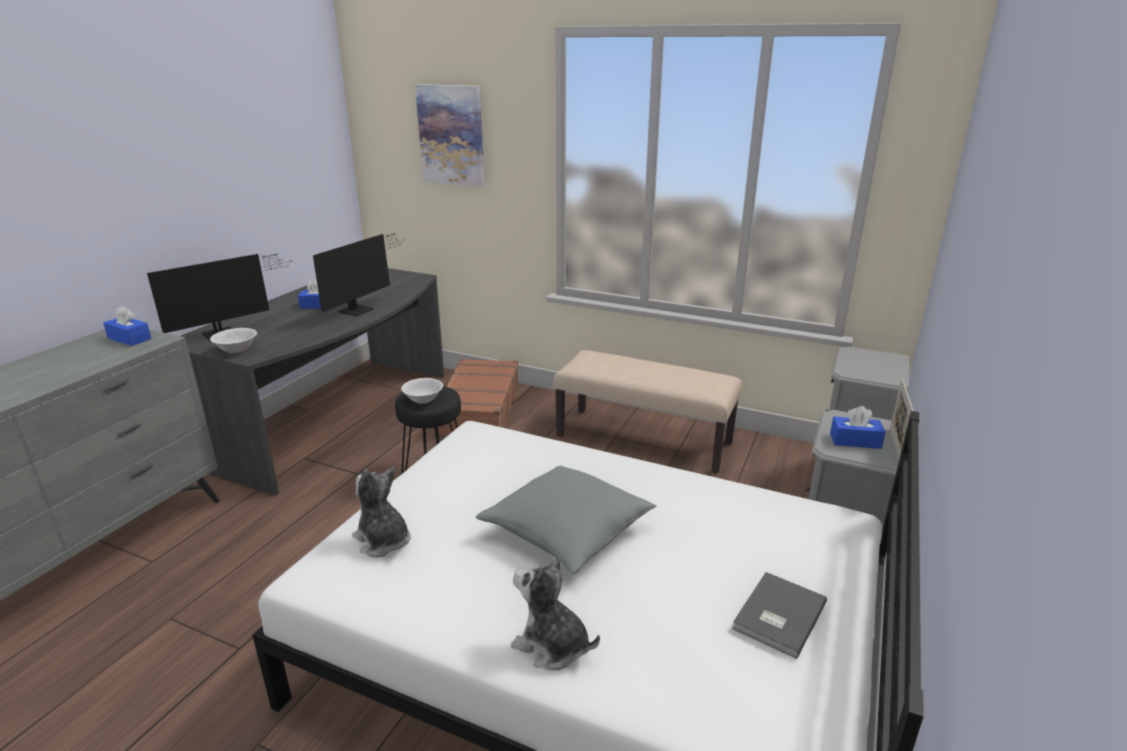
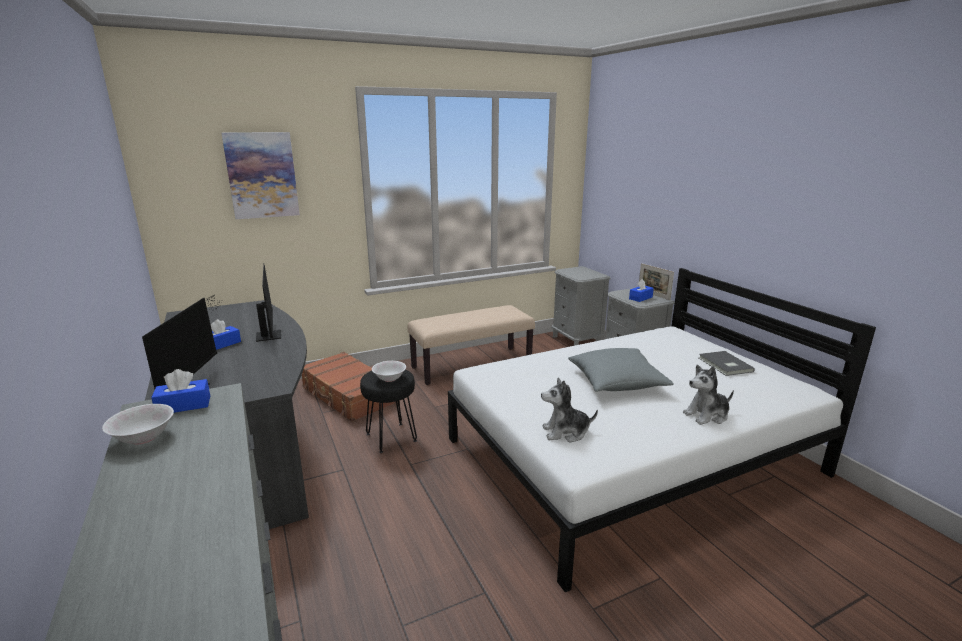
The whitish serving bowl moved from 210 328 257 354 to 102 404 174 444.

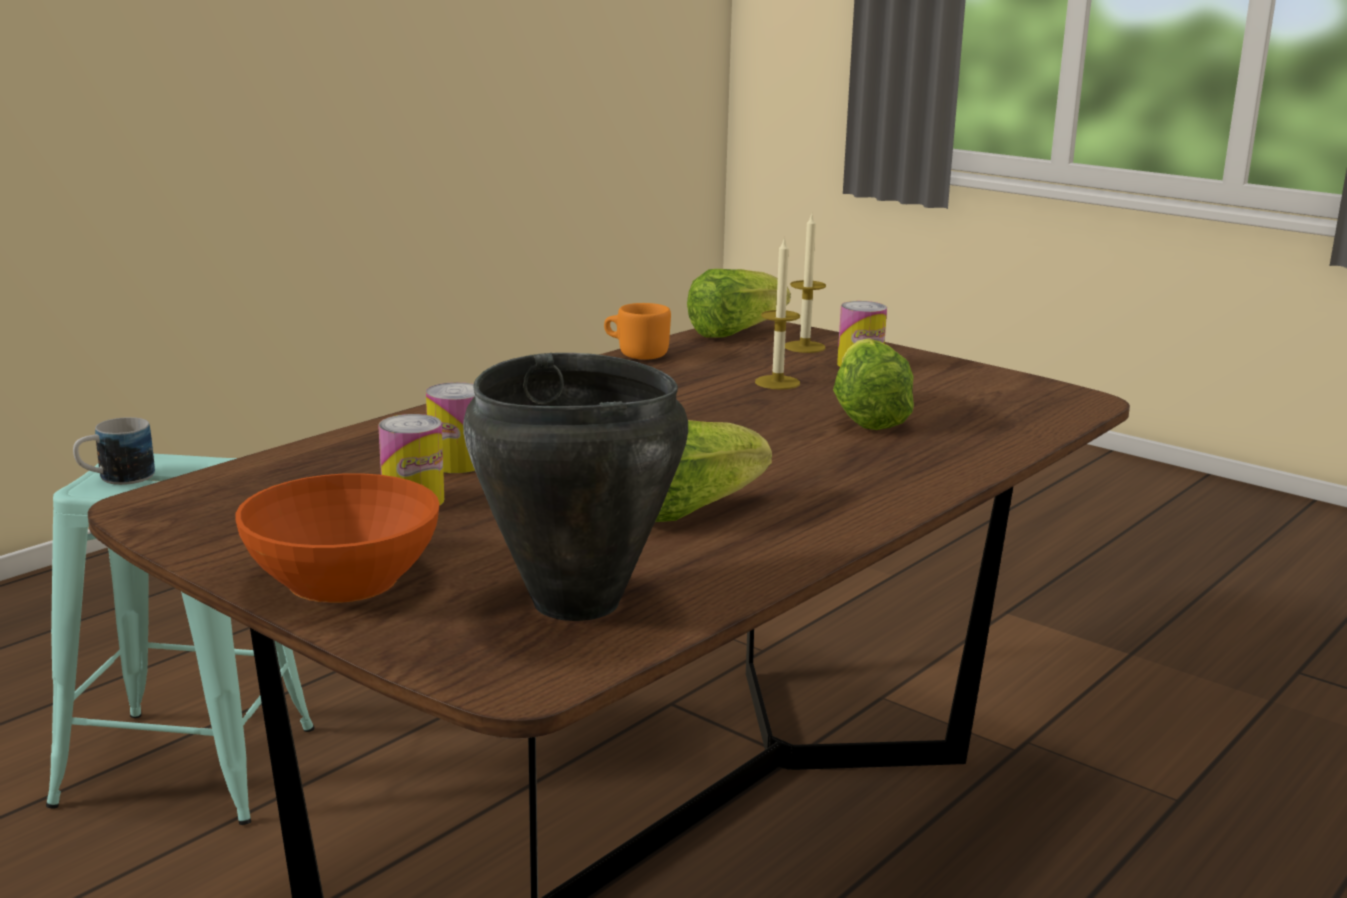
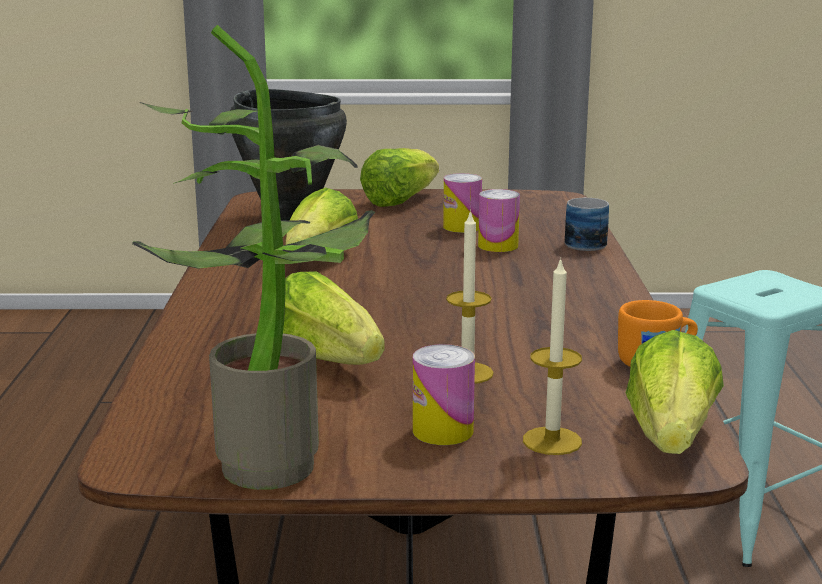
The mug moved from 73 417 155 485 to 565 197 609 251.
The orange serving bowl at 235 473 440 603 was replaced by the lettuce head at 360 148 439 207.
The potted plant at 132 25 375 490 appeared.

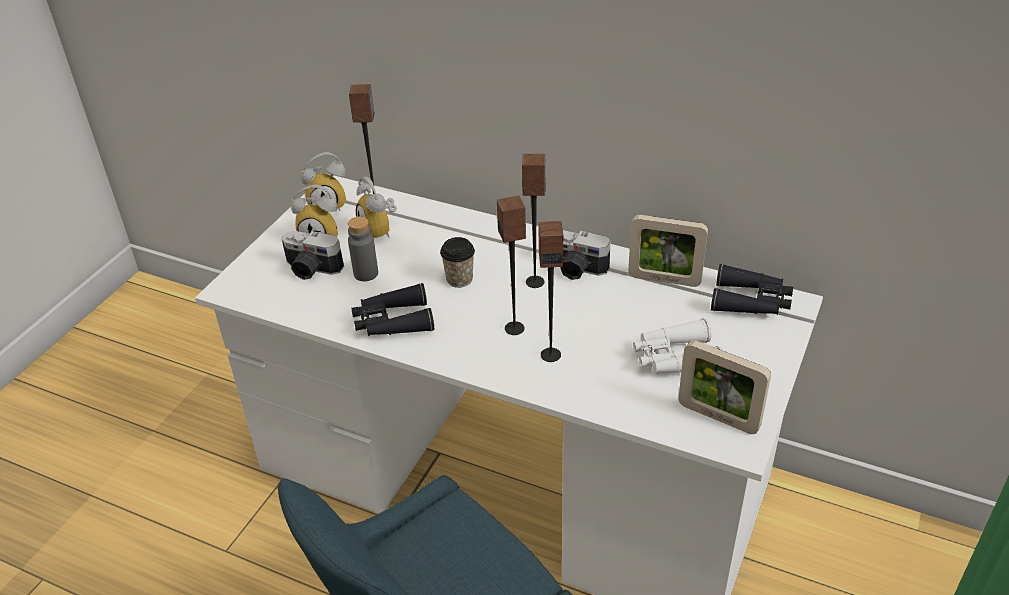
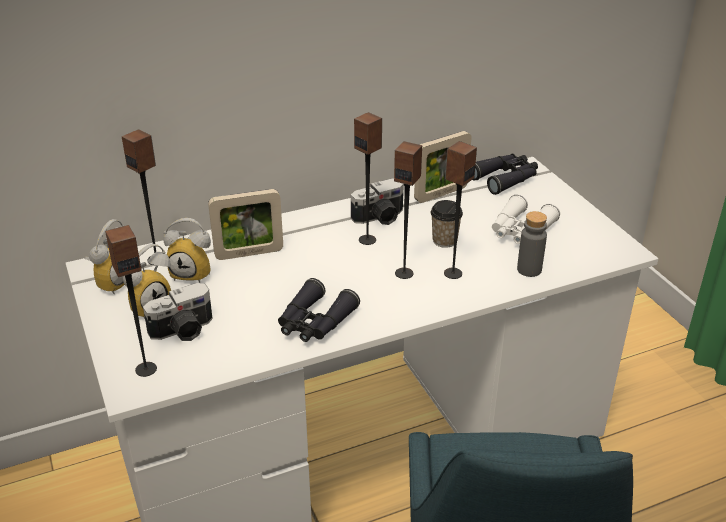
The grey beverage bottle moved from 348 216 378 281 to 517 211 547 277.
The cup moved from 440 237 475 288 to 431 200 463 248.
The standing frame moved from 678 340 771 434 to 208 189 283 260.
The speaker at 105 225 157 377 appeared.

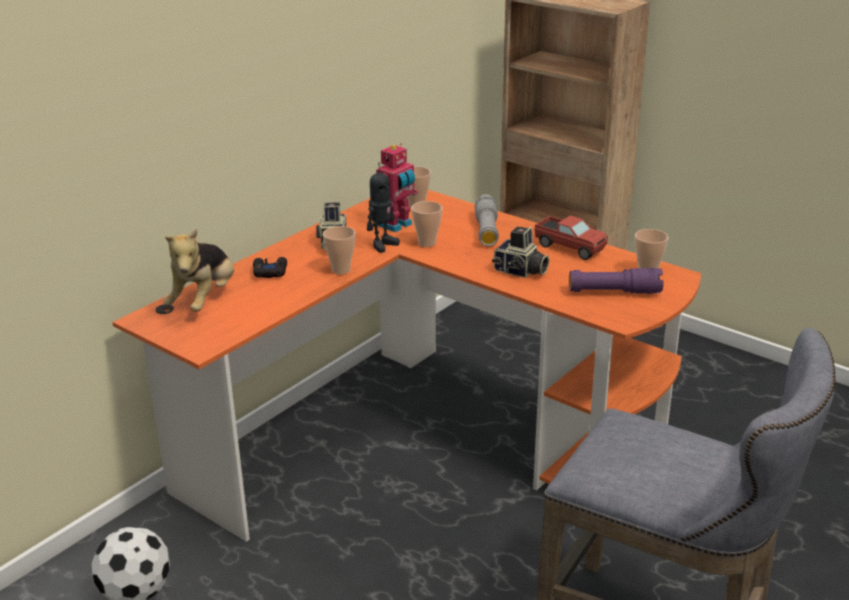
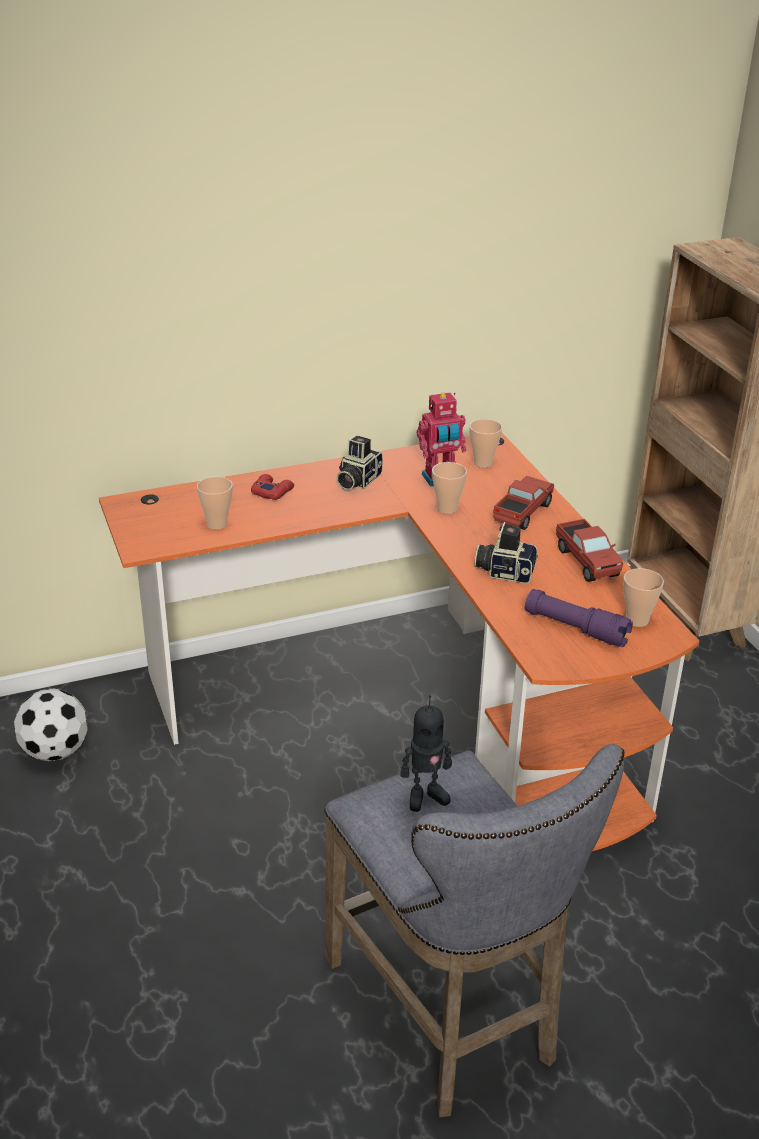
The toy robot moved from 367 162 400 253 to 400 695 452 812.
The grey hand torch at 475 194 499 246 was replaced by the toy lorry at 493 476 554 530.
The cup moved from 323 226 356 275 to 197 476 233 529.
The photo camera at 492 227 549 278 turned 135 degrees clockwise.
The cuddly toy at 164 228 234 312 disappeared.
The blackish joypad at 253 257 287 278 became the red joypad at 251 474 294 500.

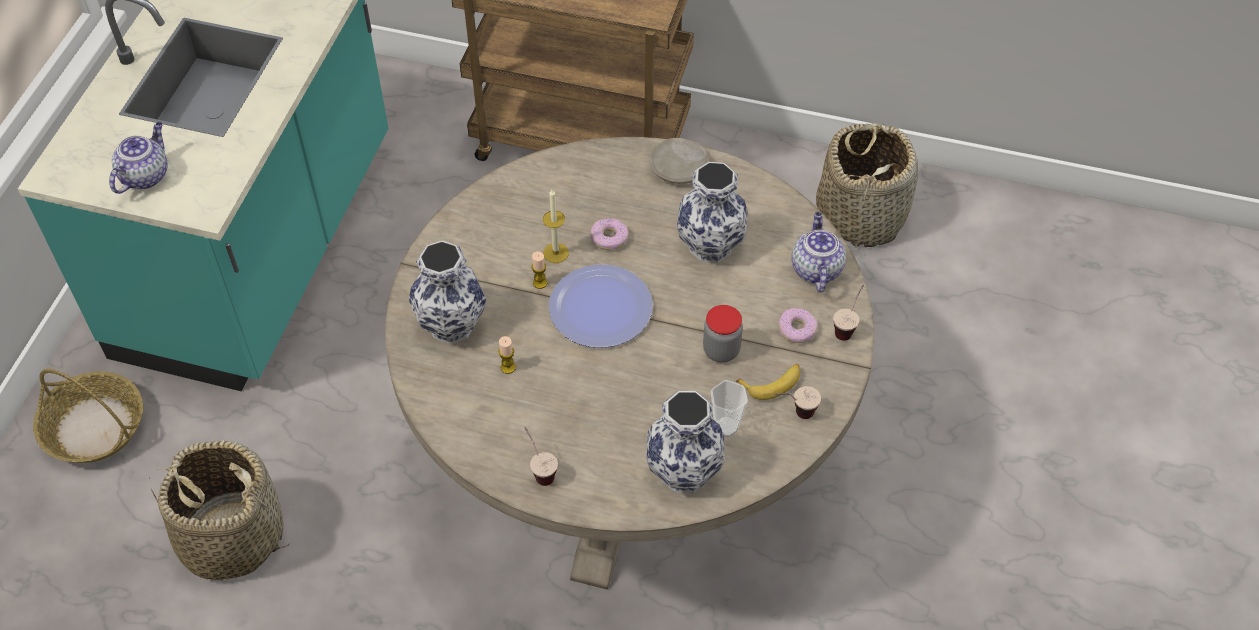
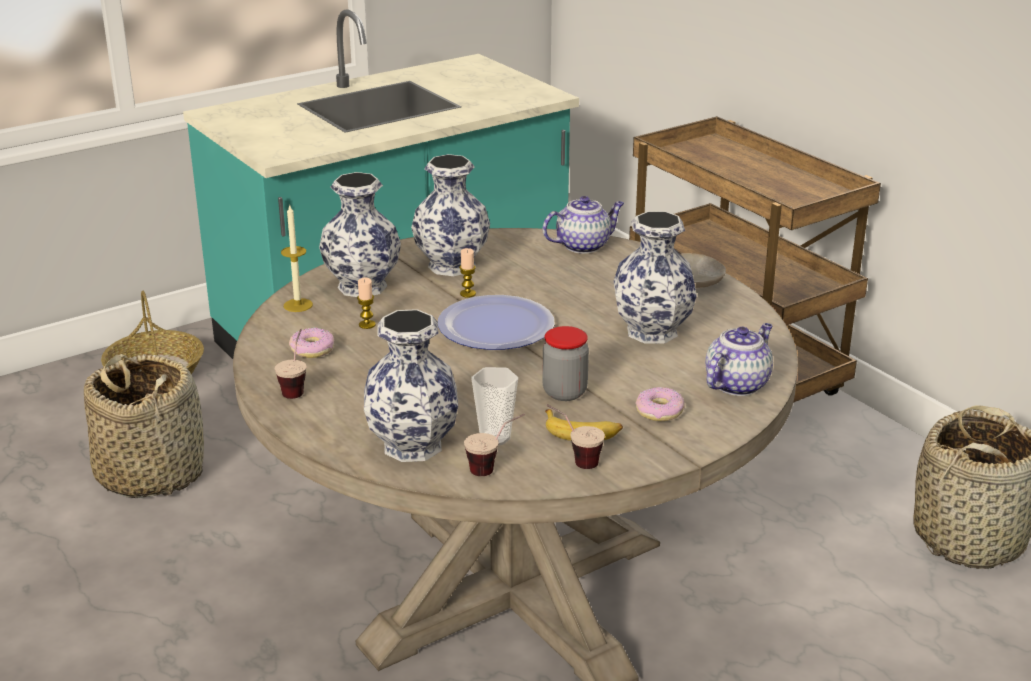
The teapot moved from 109 122 167 194 to 542 196 624 254.
The wax light moved from 543 189 569 263 to 281 204 313 312.
The donut moved from 590 218 629 250 to 289 328 334 358.
The cup moved from 833 285 864 341 to 464 414 525 476.
The flower vase at 411 154 490 276 appeared.

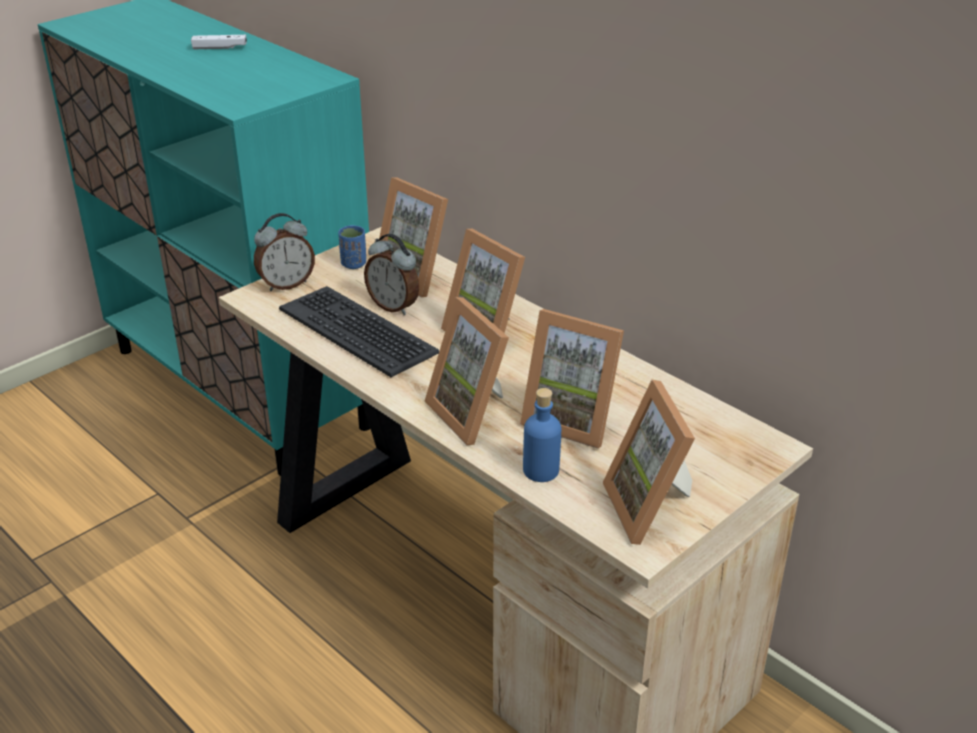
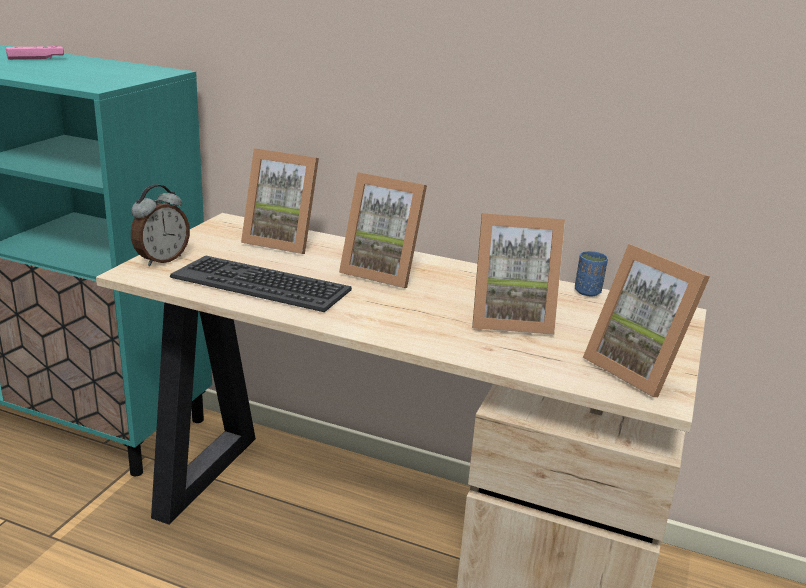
The whitish joypad at 191 35 247 49 became the pink joypad at 6 46 64 60.
The blue-coloured cup moved from 338 225 366 269 to 575 251 608 296.
The bedside clock at 364 234 419 315 disappeared.
The standing frame at 425 297 509 445 disappeared.
The blue-coloured beverage bottle at 523 388 561 482 disappeared.

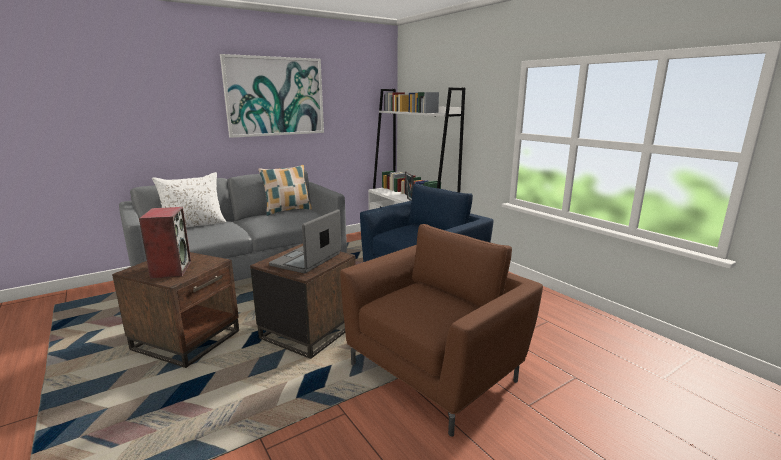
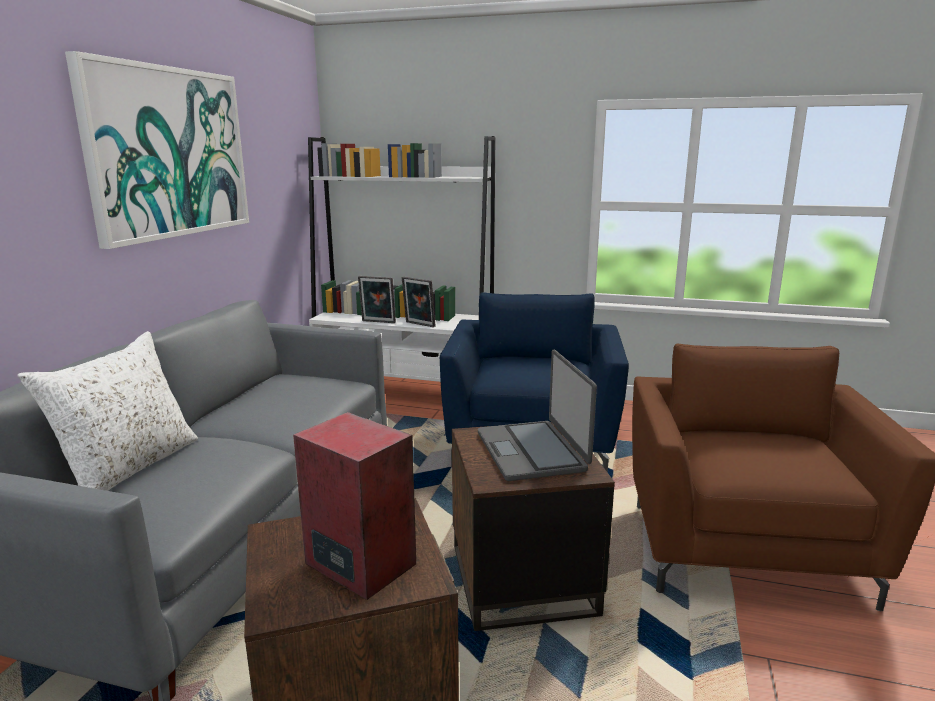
The cushion at 258 165 312 216 disappeared.
The standing frame at 358 276 396 323 appeared.

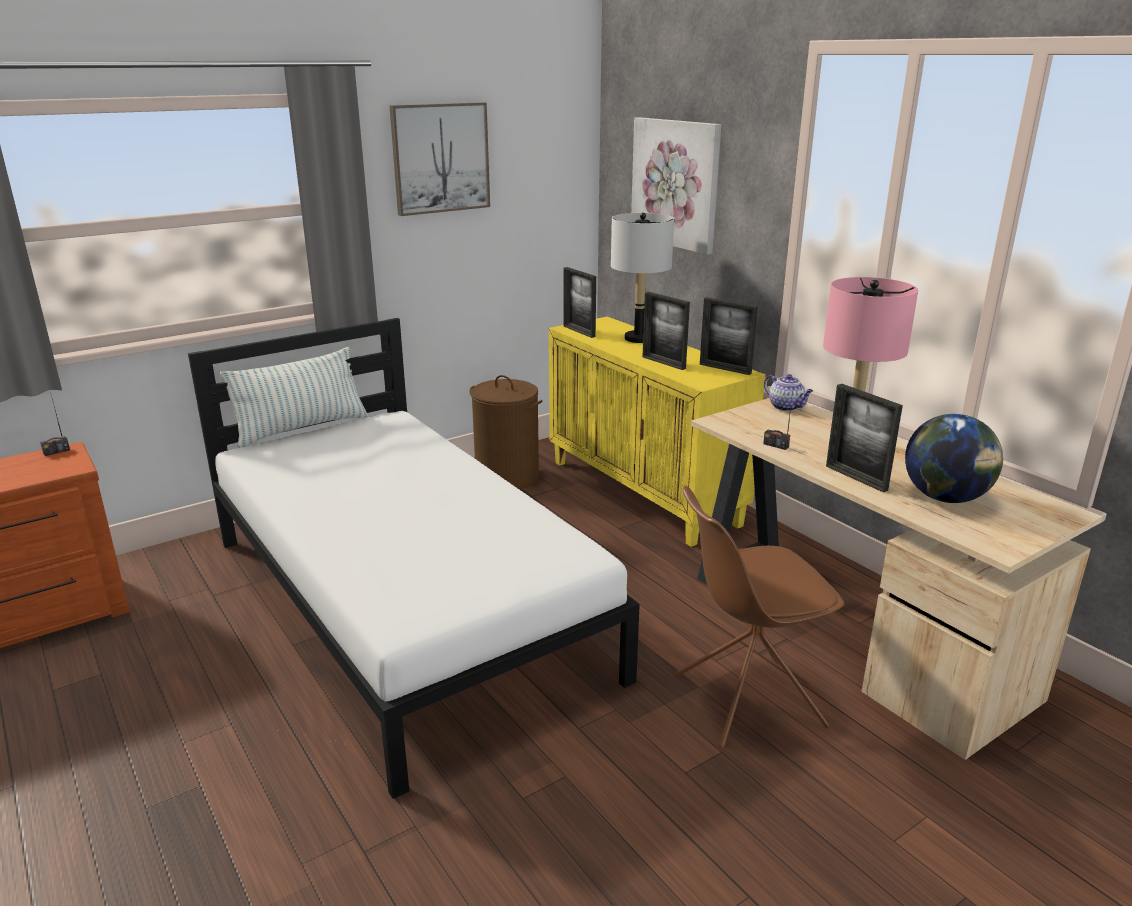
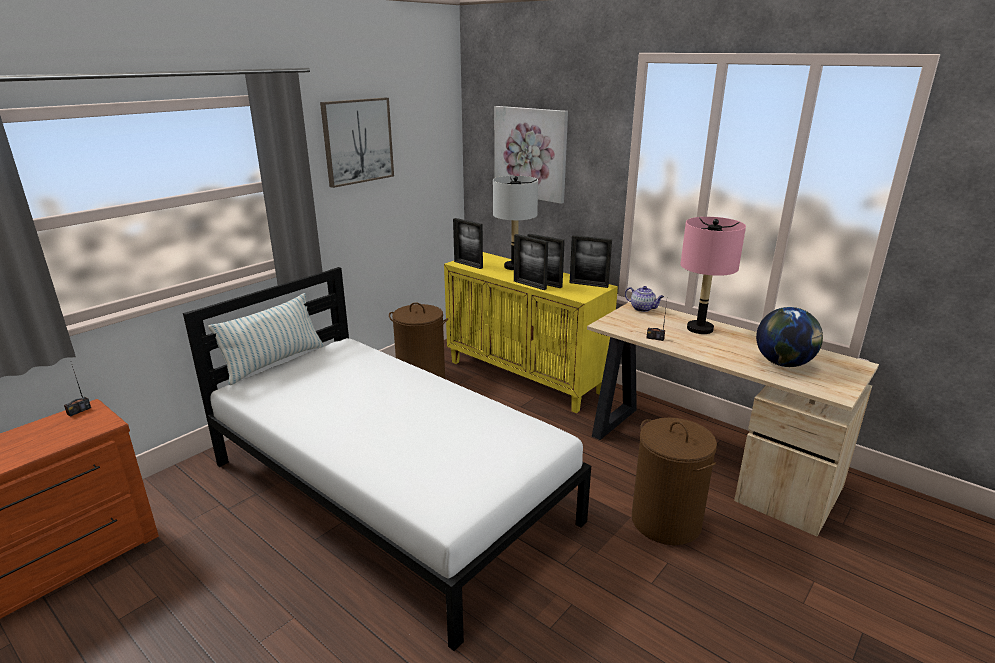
The standing frame moved from 826 384 903 493 to 514 234 548 290.
The brownish upright chair at 676 486 844 749 was replaced by the brownish hamper at 632 418 717 545.

